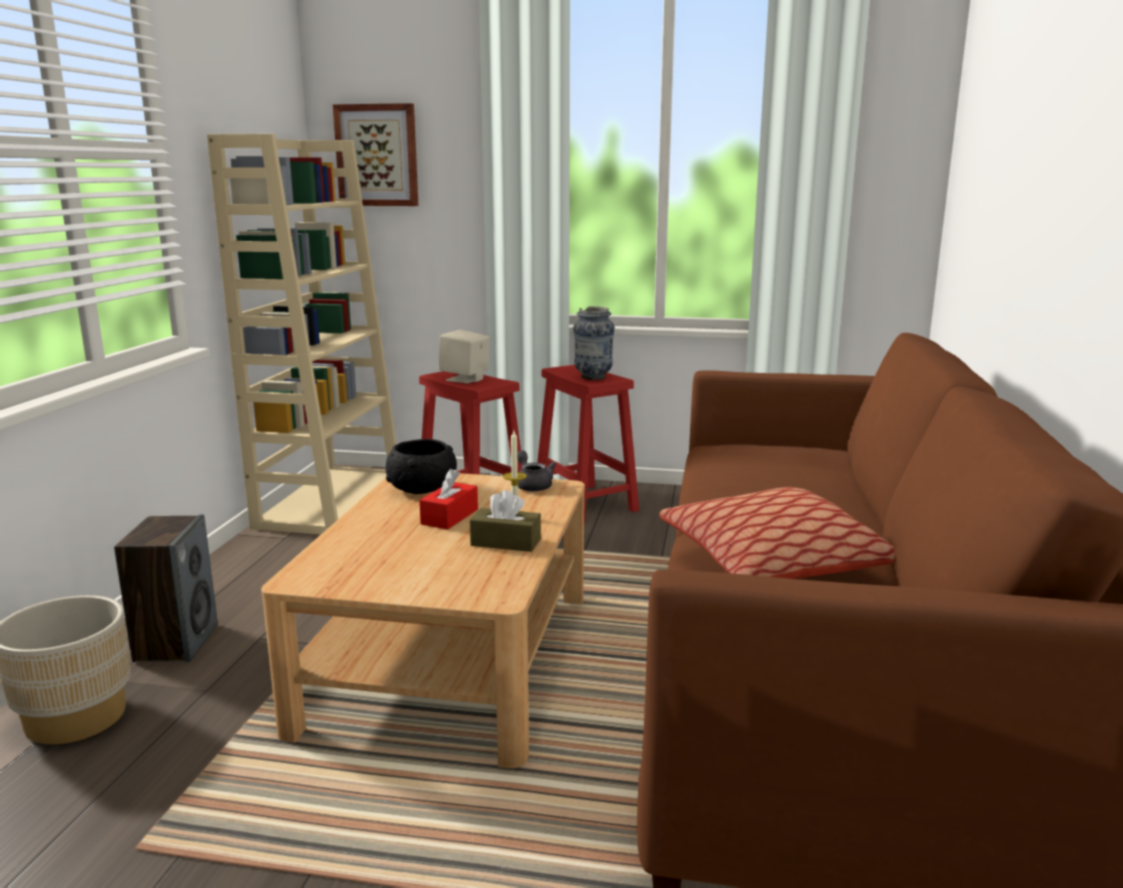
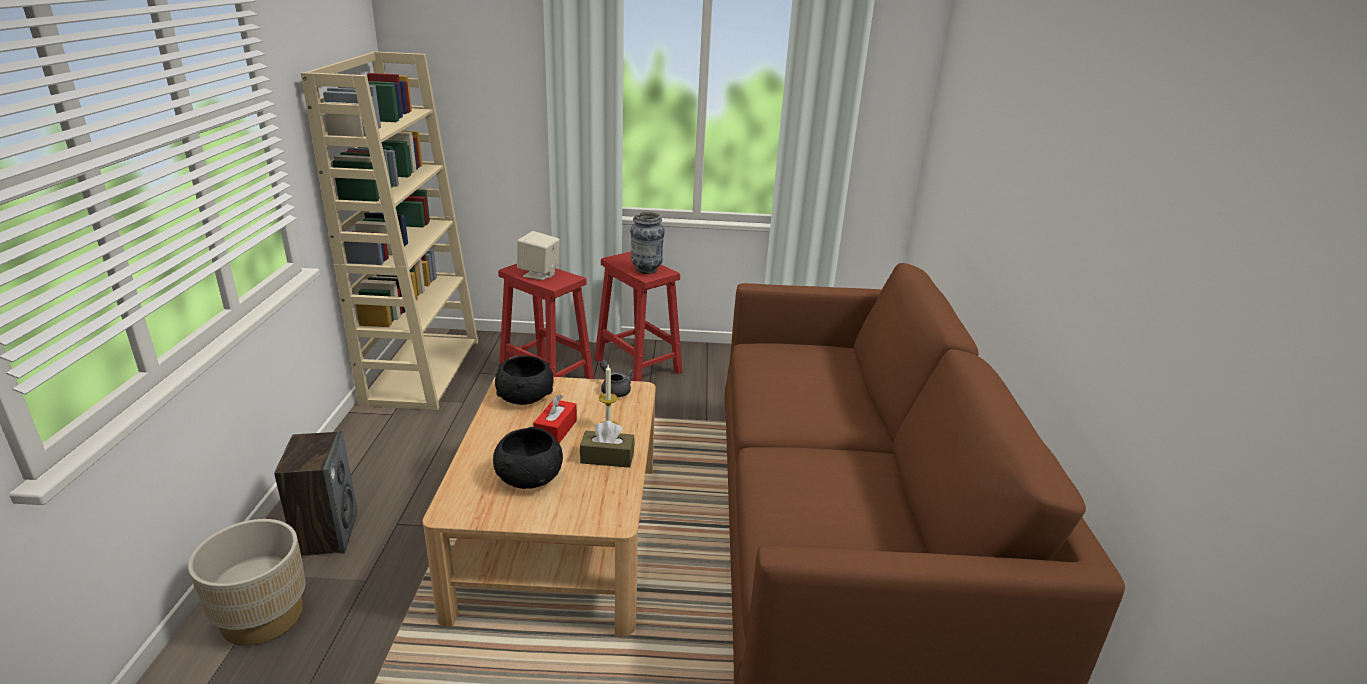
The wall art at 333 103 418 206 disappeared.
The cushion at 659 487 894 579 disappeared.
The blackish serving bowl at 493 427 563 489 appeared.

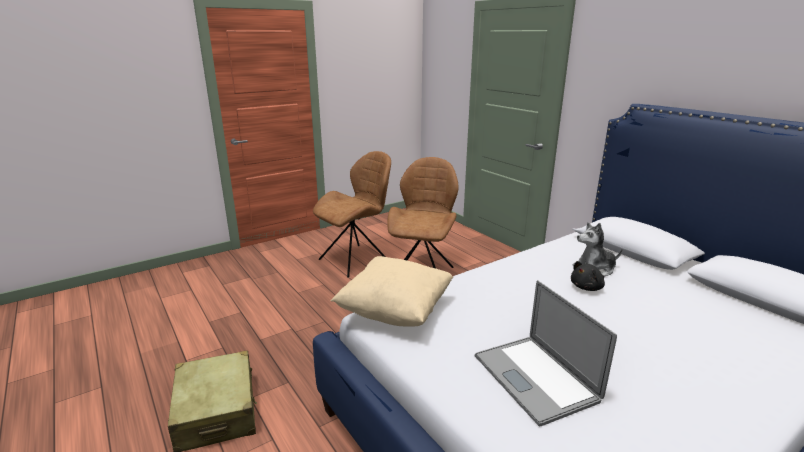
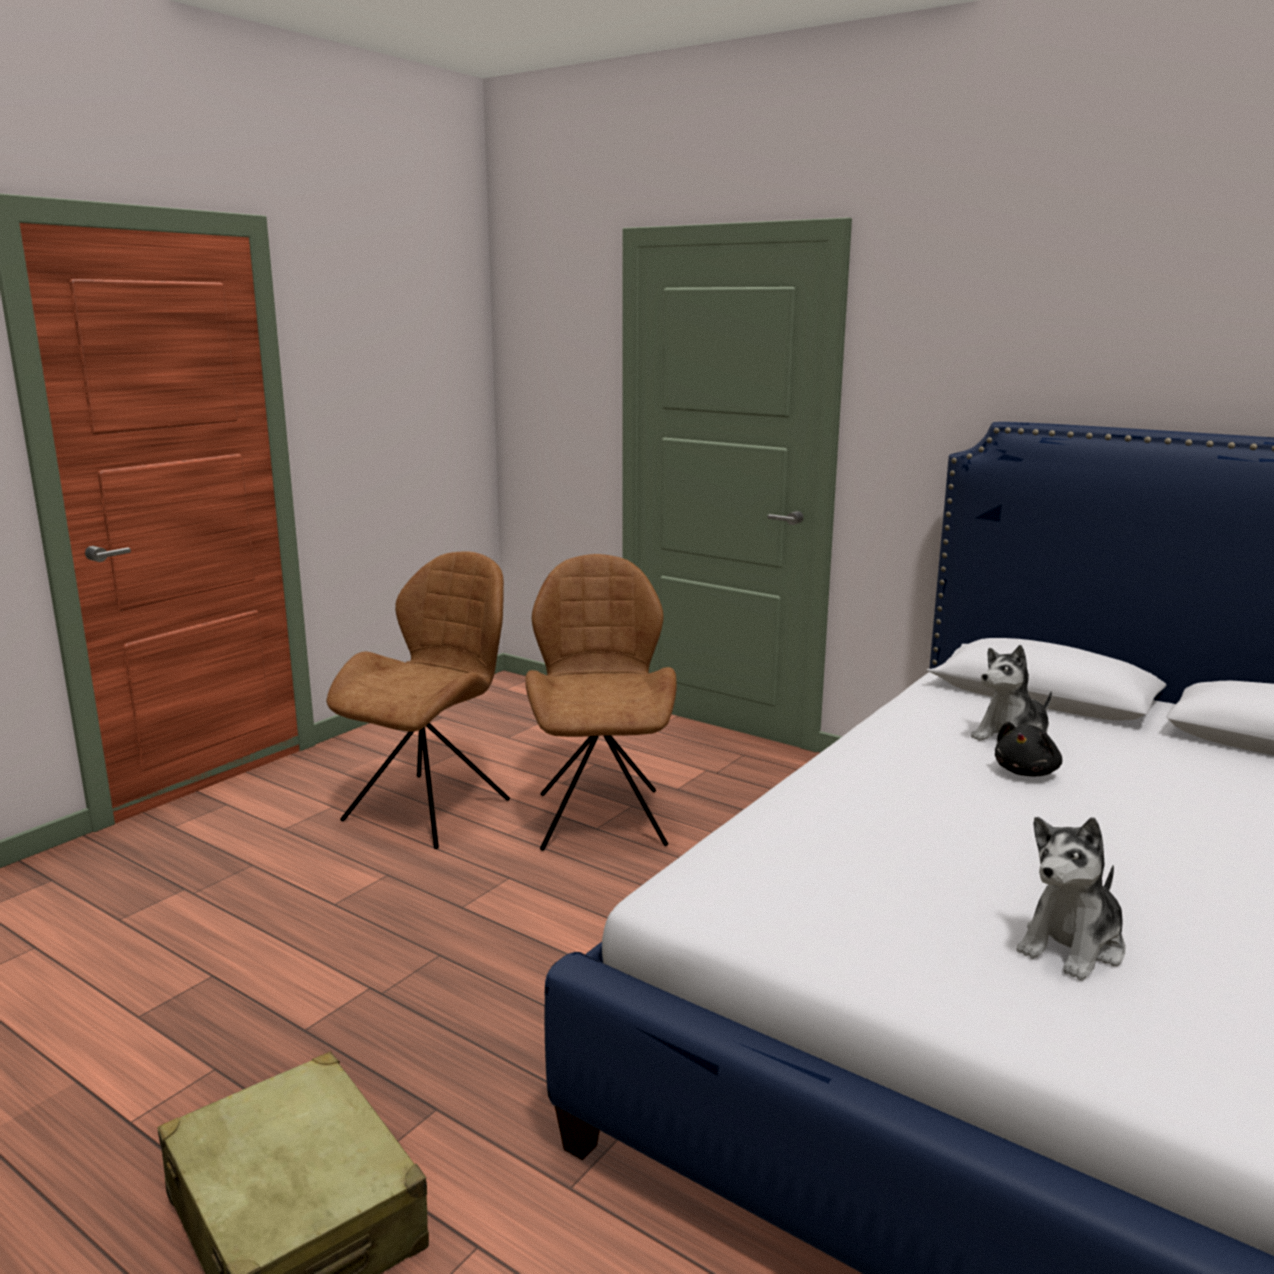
The sand-coloured cushion at 331 256 453 327 disappeared.
The portable computer at 475 280 617 426 was replaced by the cuddly toy at 1016 817 1125 981.

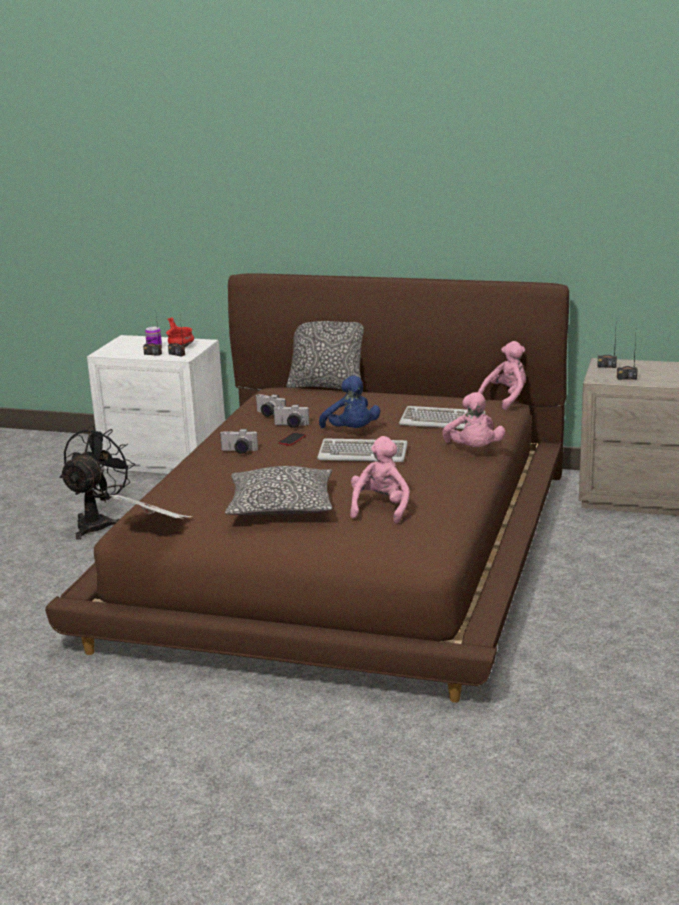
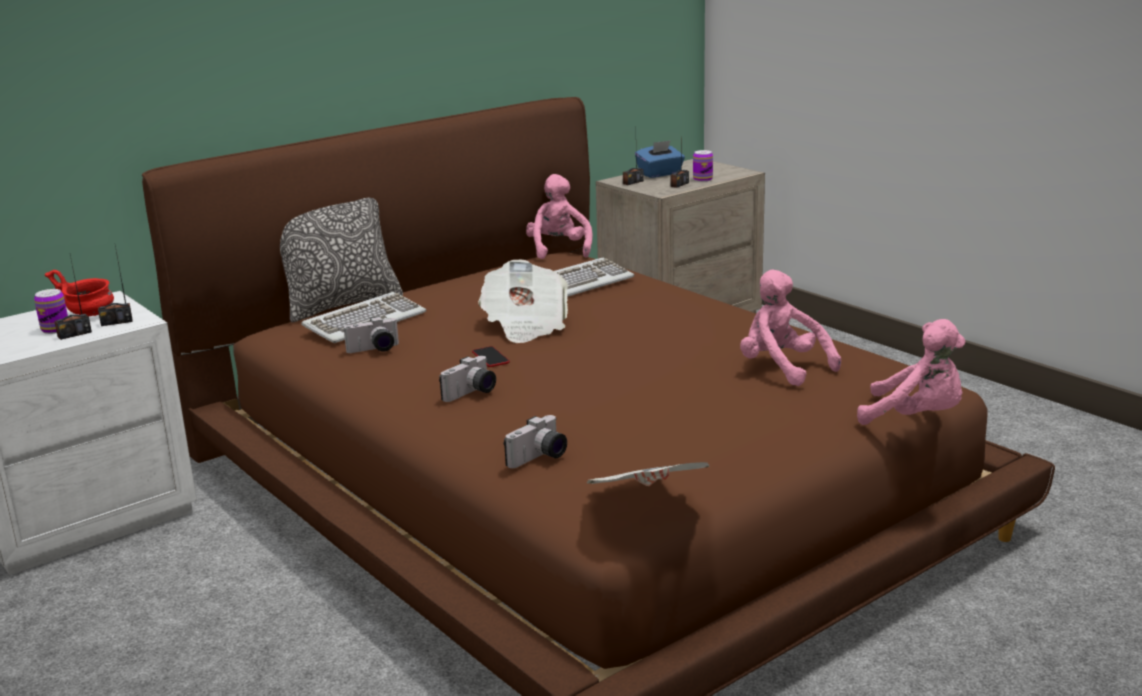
The blue-coloured cuddly toy at 319 375 380 428 was replaced by the printed paper at 478 259 568 343.
The pink cuddly toy moved from 442 392 505 447 to 857 319 966 425.
The photo camera moved from 273 404 309 428 to 504 415 567 468.
The blackish fan at 59 426 135 540 disappeared.
The PC keyboard moved from 317 439 408 462 to 301 292 426 343.
The cushion at 225 466 332 515 disappeared.
The blue-coloured tissue box at 635 140 685 178 appeared.
The sealed can at 693 150 713 182 appeared.

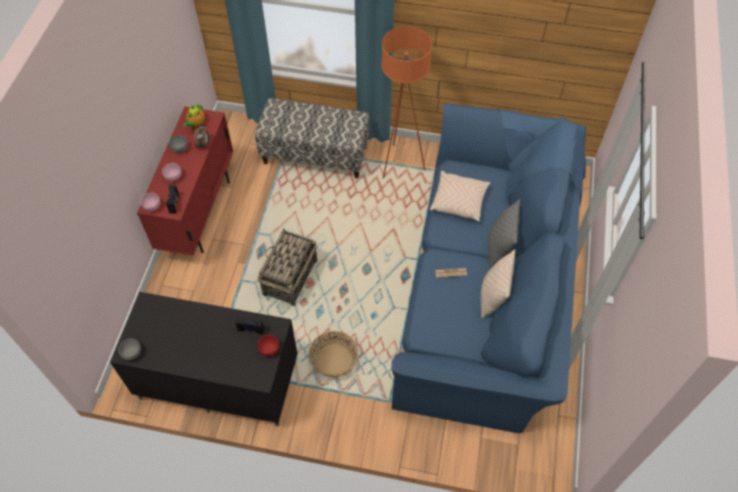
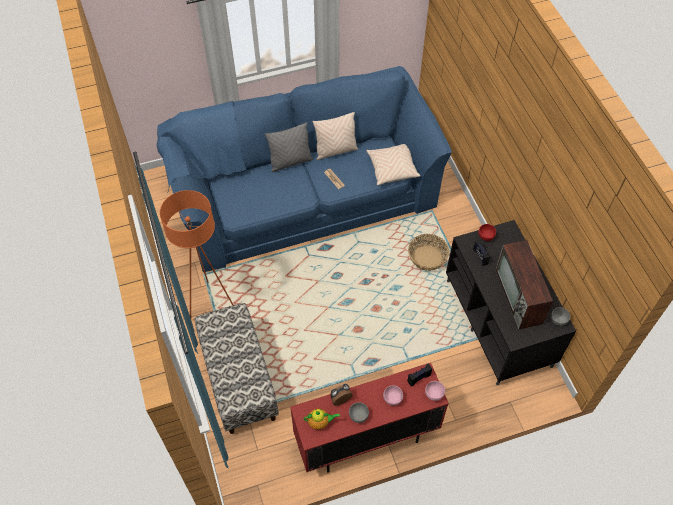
The sand-coloured cushion moved from 430 171 490 221 to 367 144 420 185.
The storage basket at 257 229 317 306 disappeared.
The TV set at 495 240 553 330 appeared.

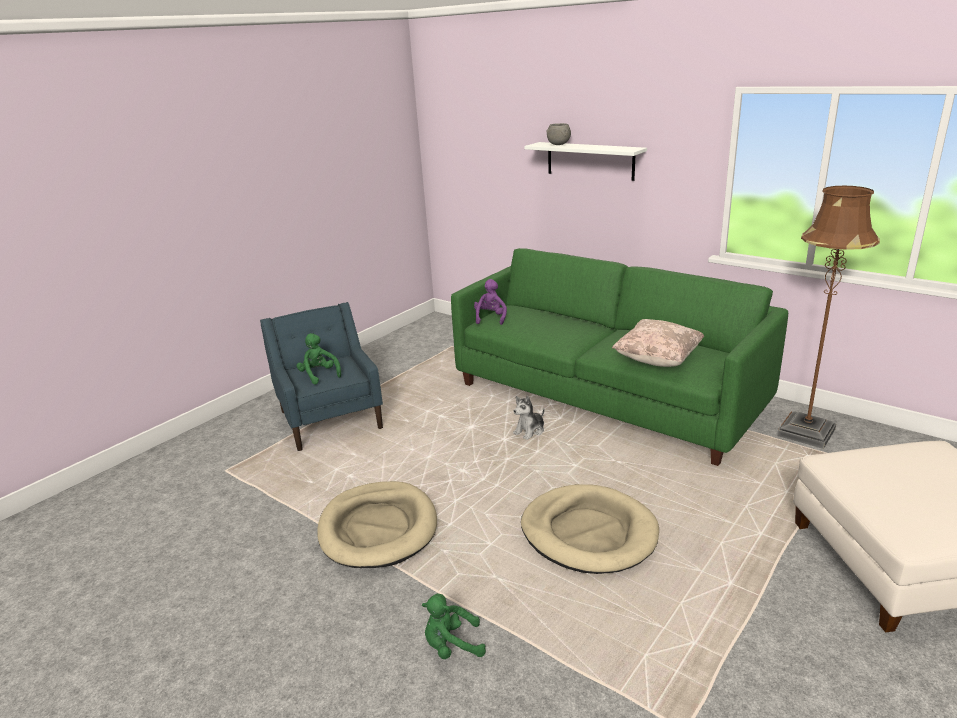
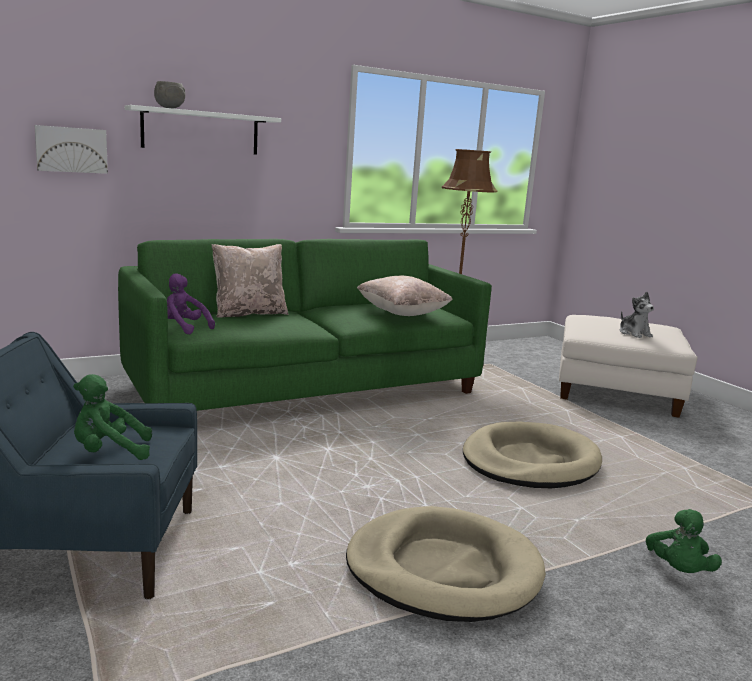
The cuddly toy moved from 513 396 544 440 to 620 292 654 338.
The wall art at 34 125 108 174 appeared.
The sand-coloured cushion at 212 244 289 318 appeared.

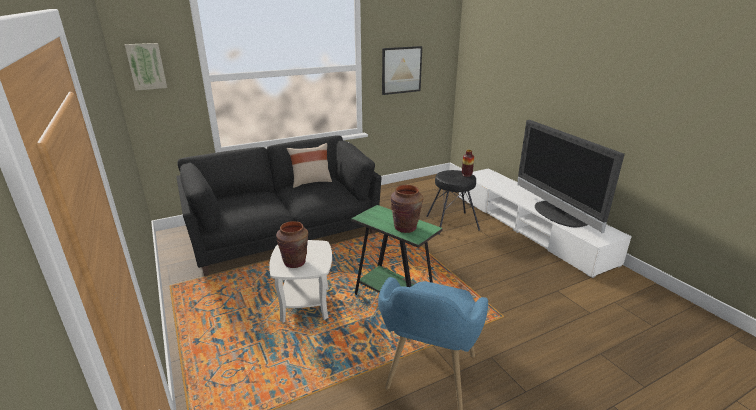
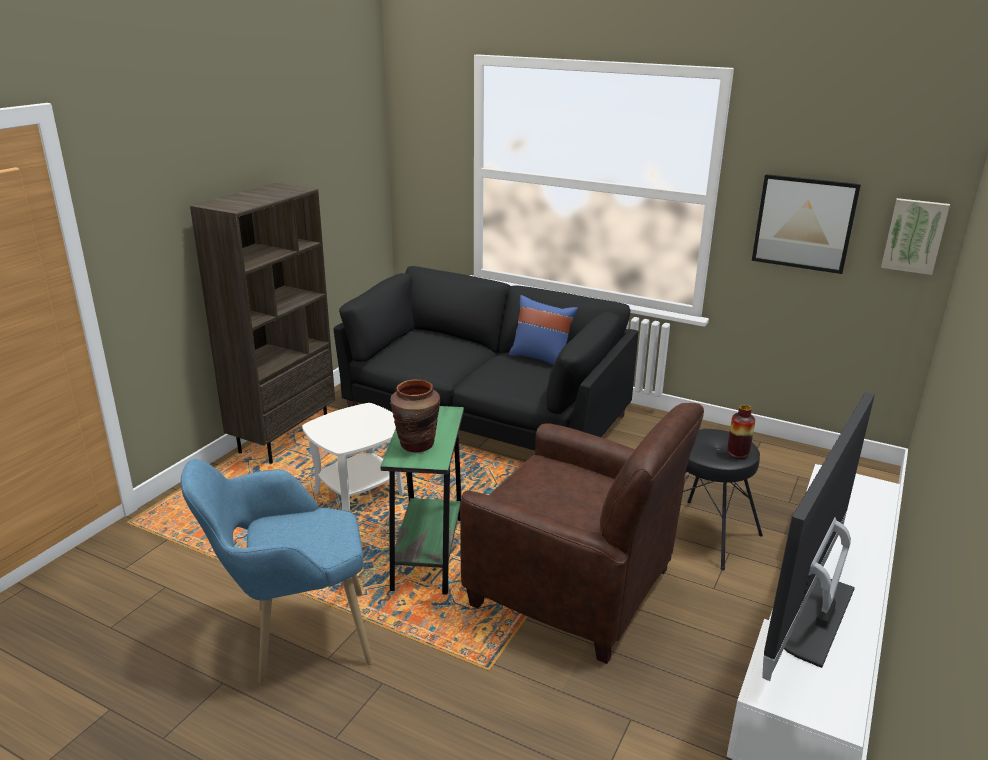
The wall art moved from 125 43 167 90 to 881 198 950 275.
The sand-coloured cushion at 286 143 332 188 became the blue-coloured cushion at 509 295 578 365.
The brownish flower vase at 276 221 308 268 disappeared.
The brownish bookshelf at 190 183 335 464 appeared.
The brownish easy chair at 460 403 704 664 appeared.

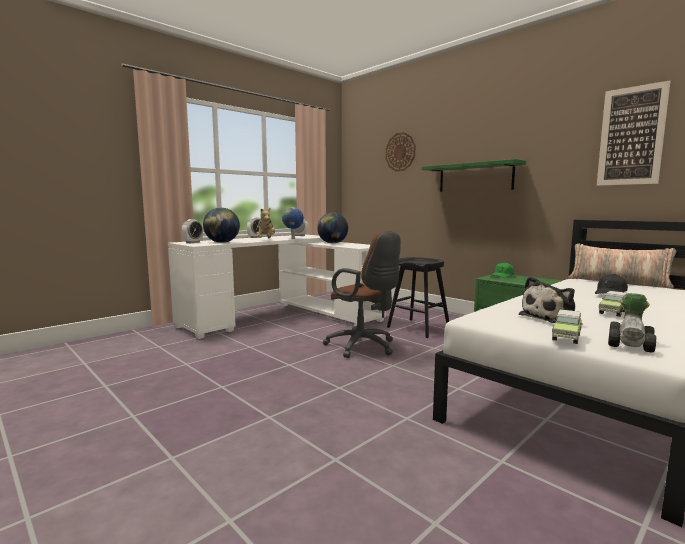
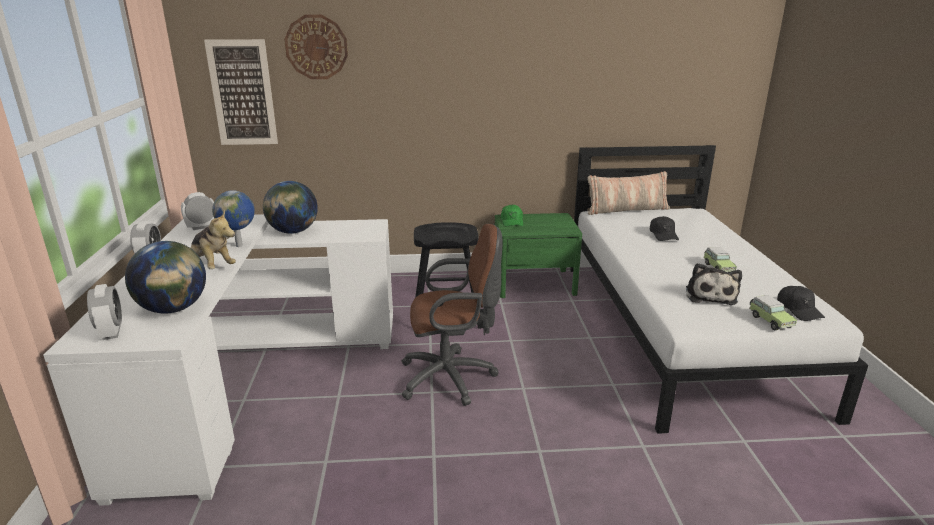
The wall art moved from 597 80 670 186 to 204 39 278 145.
The green-coloured bracket shelf at 422 159 526 192 disappeared.
The model car at 608 293 656 353 was replaced by the blackish cap at 777 286 825 321.

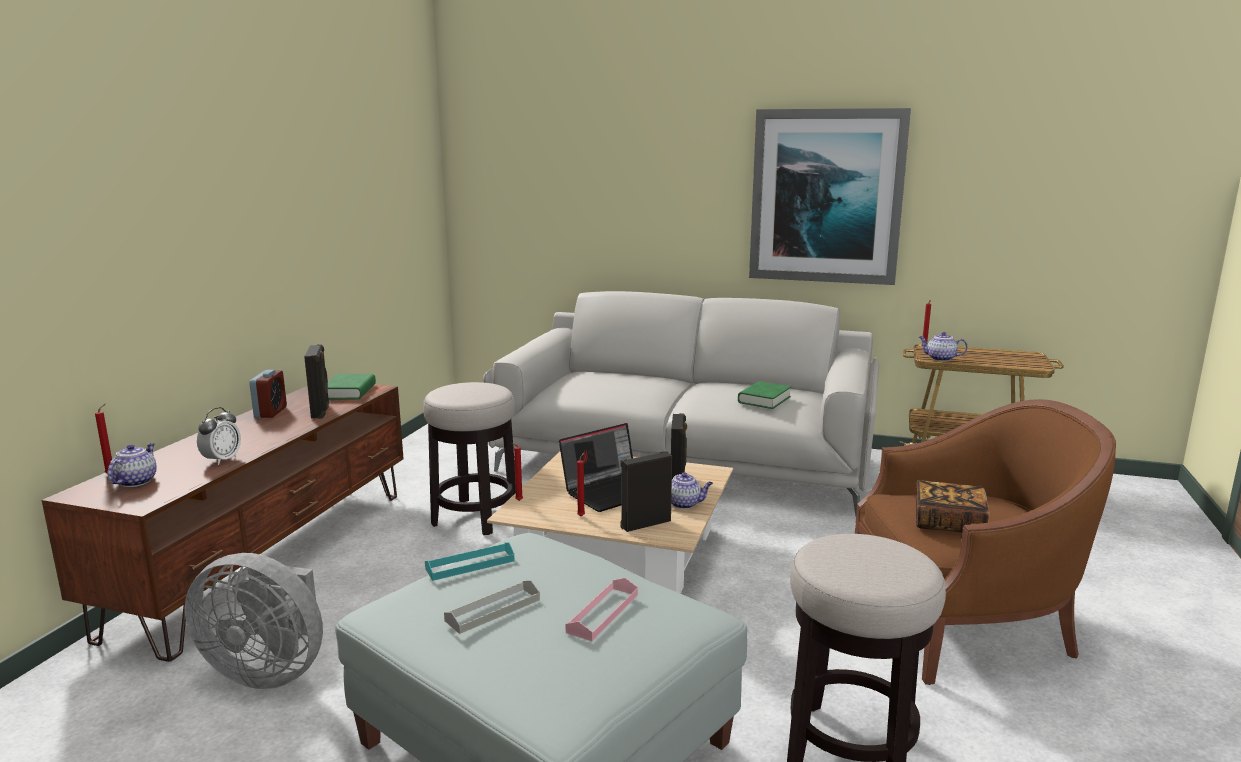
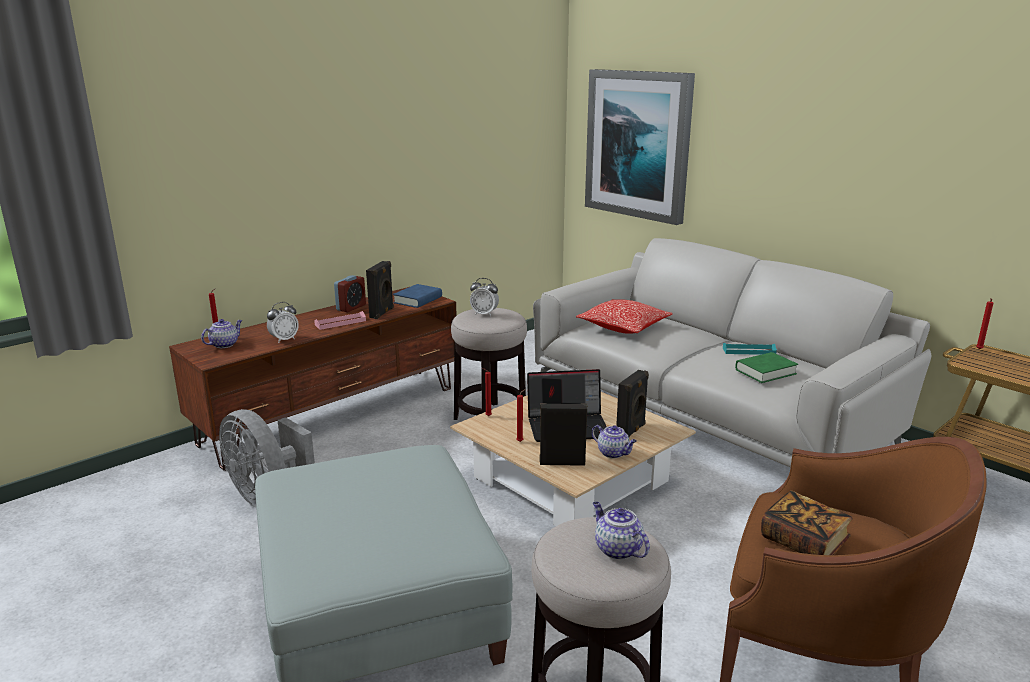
The wall art moved from 749 108 911 285 to 585 69 695 225.
The teapot moved from 919 332 968 361 to 593 502 650 560.
The green-coloured book at 328 374 376 399 became the blue-coloured book at 393 284 442 308.
The turquoise-coloured serving tray moved from 425 543 515 581 to 723 343 777 355.
The pink serving tray moved from 566 578 638 641 to 314 311 366 330.
The grey serving tray at 444 580 540 634 disappeared.
The bedside clock at 470 278 499 317 appeared.
The cushion at 576 299 673 334 appeared.

